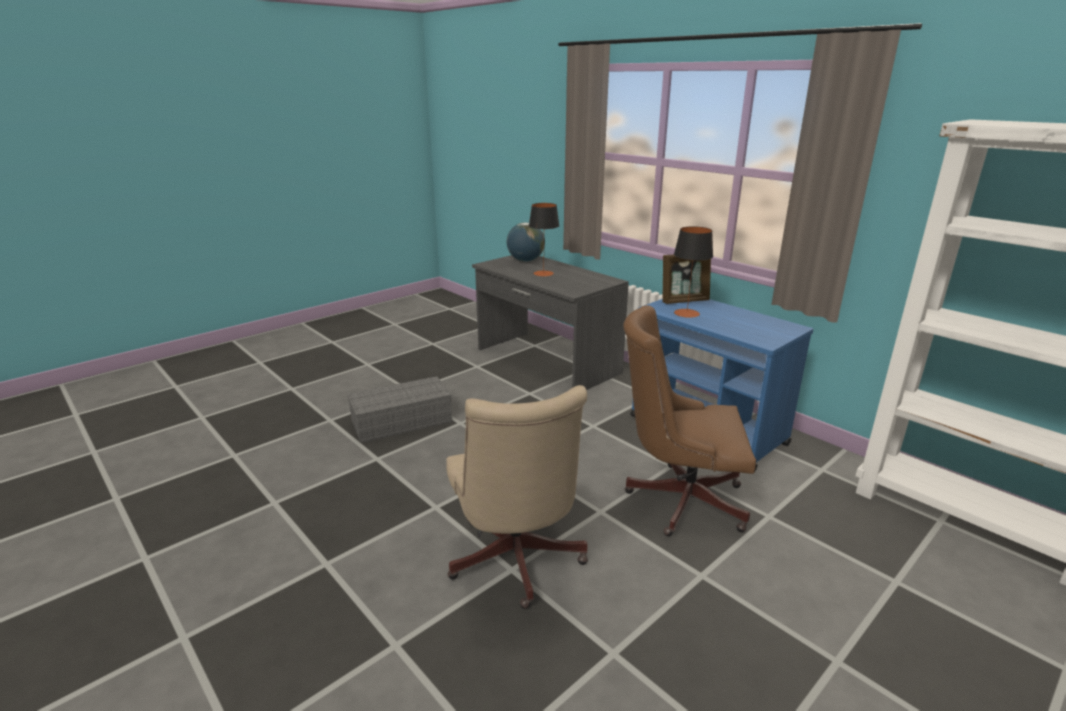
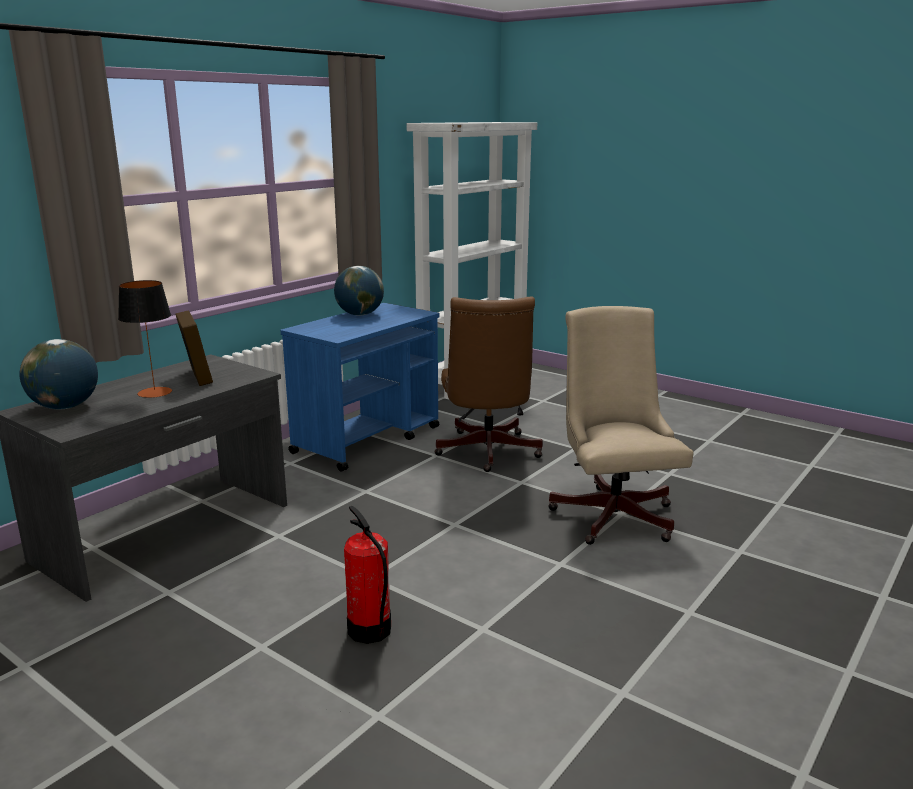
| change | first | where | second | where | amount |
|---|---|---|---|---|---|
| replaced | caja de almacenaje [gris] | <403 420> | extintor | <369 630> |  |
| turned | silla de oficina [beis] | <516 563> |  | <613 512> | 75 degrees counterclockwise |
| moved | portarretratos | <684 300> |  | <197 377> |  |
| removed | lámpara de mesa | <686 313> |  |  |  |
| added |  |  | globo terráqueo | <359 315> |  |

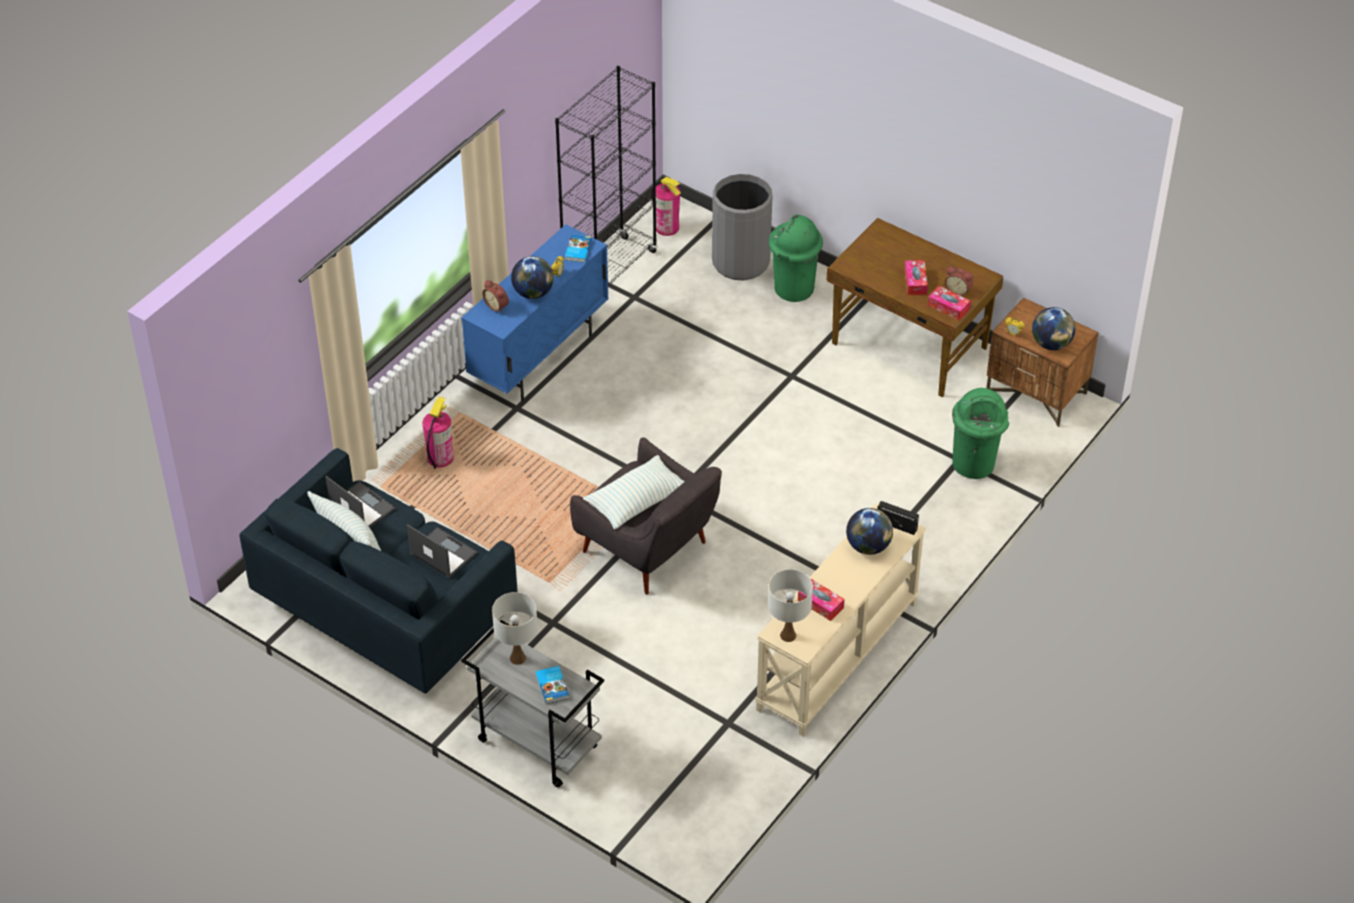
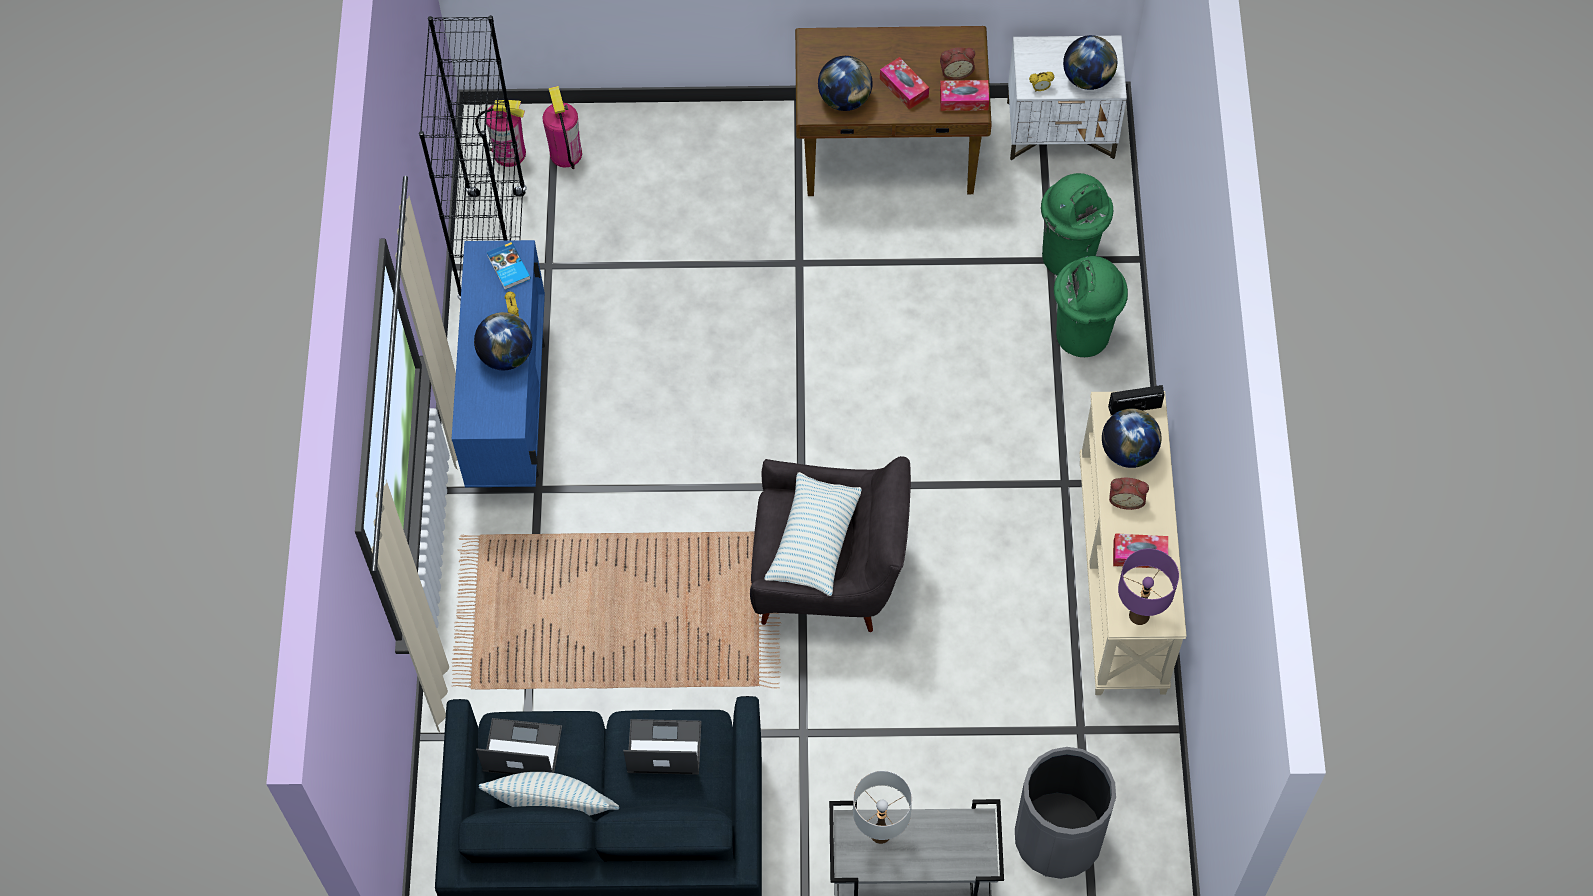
| change | first | where | second | where | amount |
|---|---|---|---|---|---|
| moved | extintor | <440 458> |  | <565 154> |  |
| moved | despertador | <497 306> |  | <1126 499> |  |
| removed | libro | <553 686> |  |  |  |
| moved | papelera [gris] | <740 261> |  | <1057 838> |  |
| recoloured | lámpara de mesa [blanco] | <787 635> | lámpara de mesa [morado] | <1138 615> |  |
| moved | papelera [verde] | <793 289> |  | <1082 336> |  |
| recoloured | mesita de noche [marrón] | <1037 393> | mesita de noche [blanco] | <1061 130> |  |
| added |  |  | globo terráqueo | <845 99> |  |

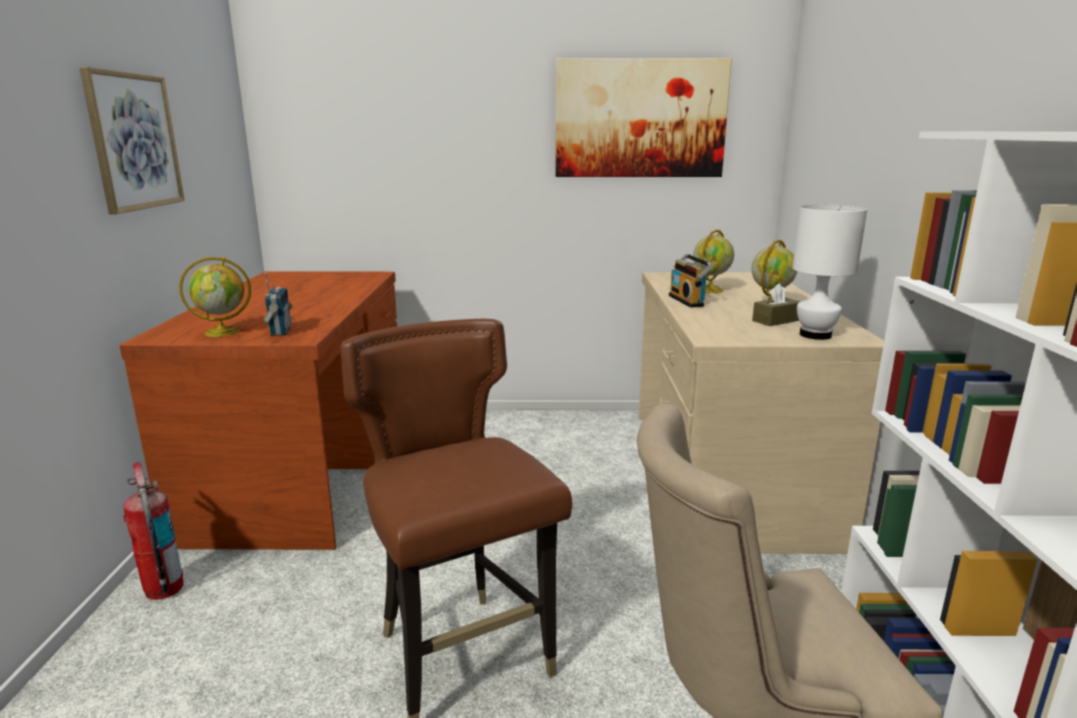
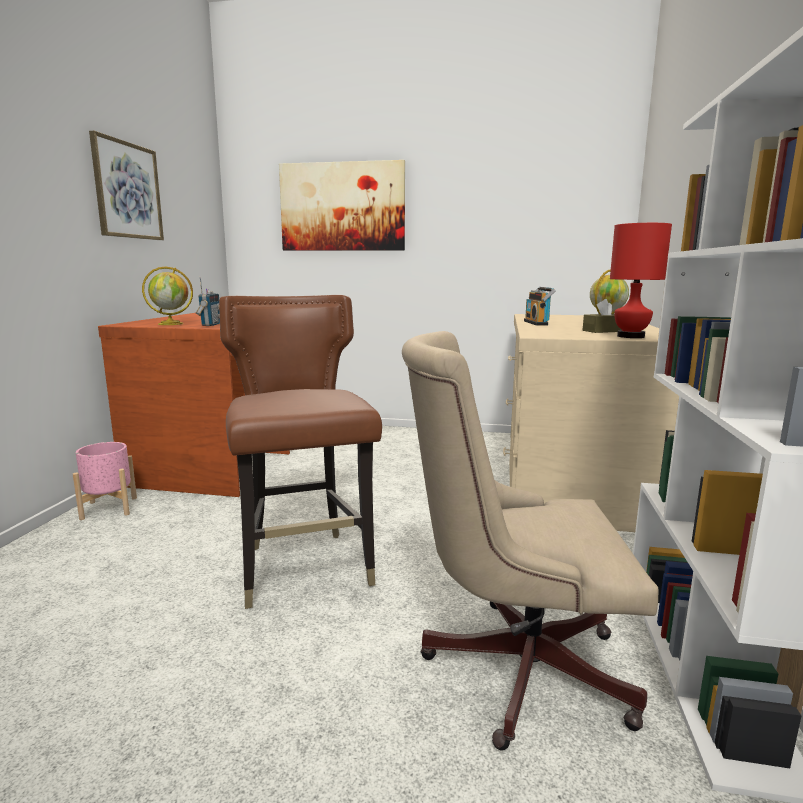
| change | first | where | second | where | amount |
|---|---|---|---|---|---|
| replaced | extintor | <163 589> | maceta [rosa] | <109 508> |  |
| moved | cuadro | <640 119> |  | <342 207> |  |
| removed | globo terráqueo | <710 290> |  |  |  |
| recoloured | lámpara de mesa [blanco] | <814 335> | lámpara de mesa [rojo] | <630 336> |  |

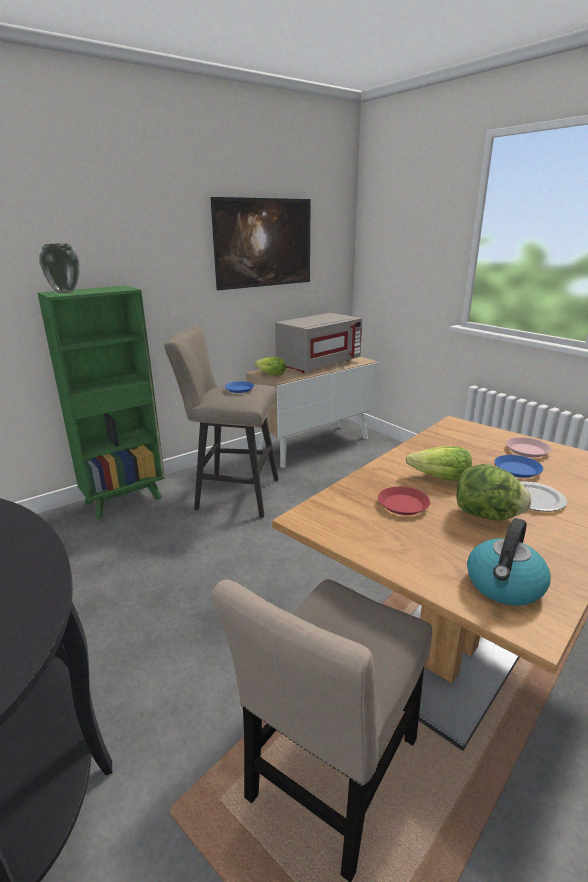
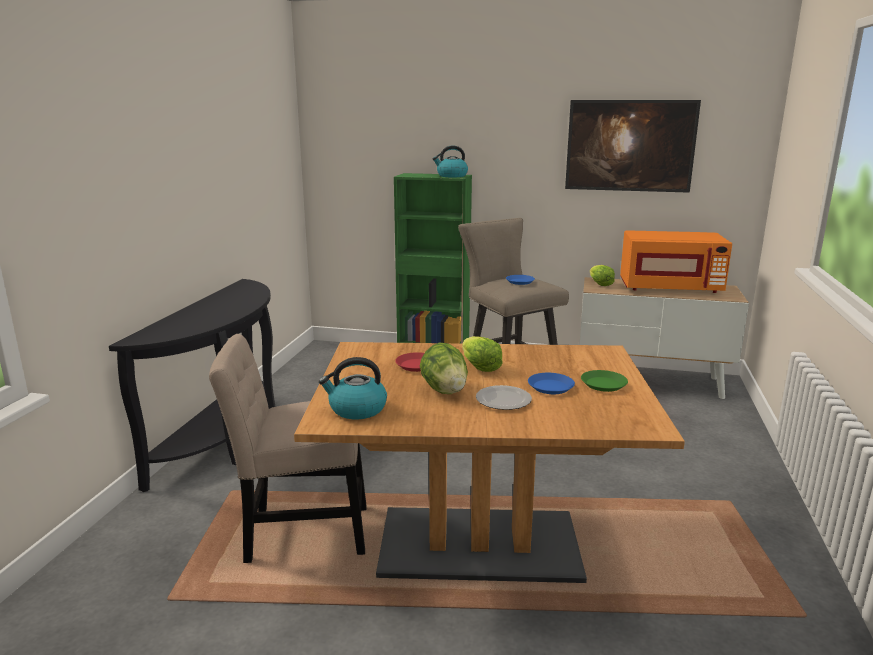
| change | first | where | second | where | amount |
|---|---|---|---|---|---|
| removed | florero | <64 292> |  |  |  |
| recoloured | microondas [gris] | <318 364> | microondas [naranja] | <670 288> |  |
| recoloured | plato [rosa] | <527 450> | plato [verde] | <604 384> |  |
| added |  |  | hervidor | <451 176> |  |

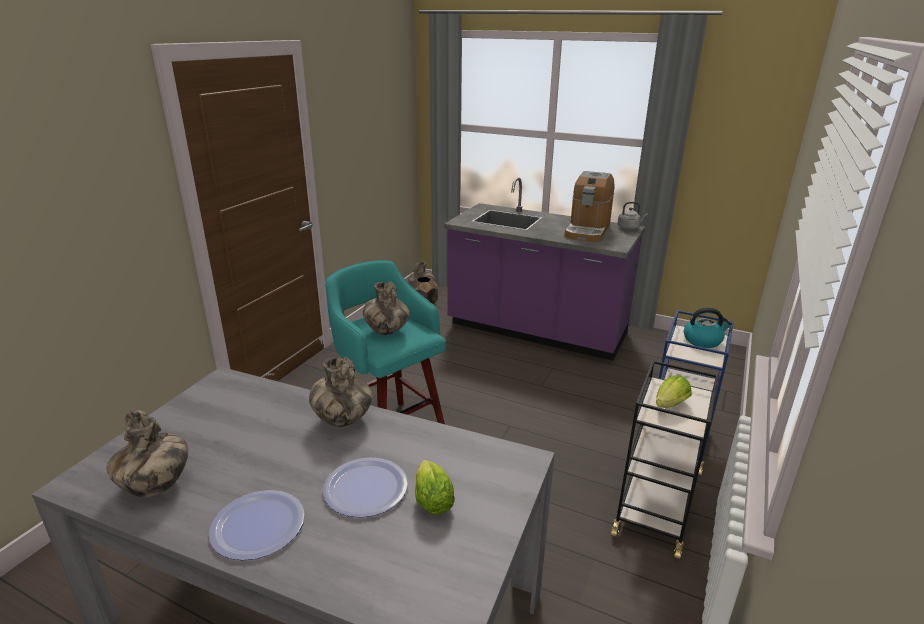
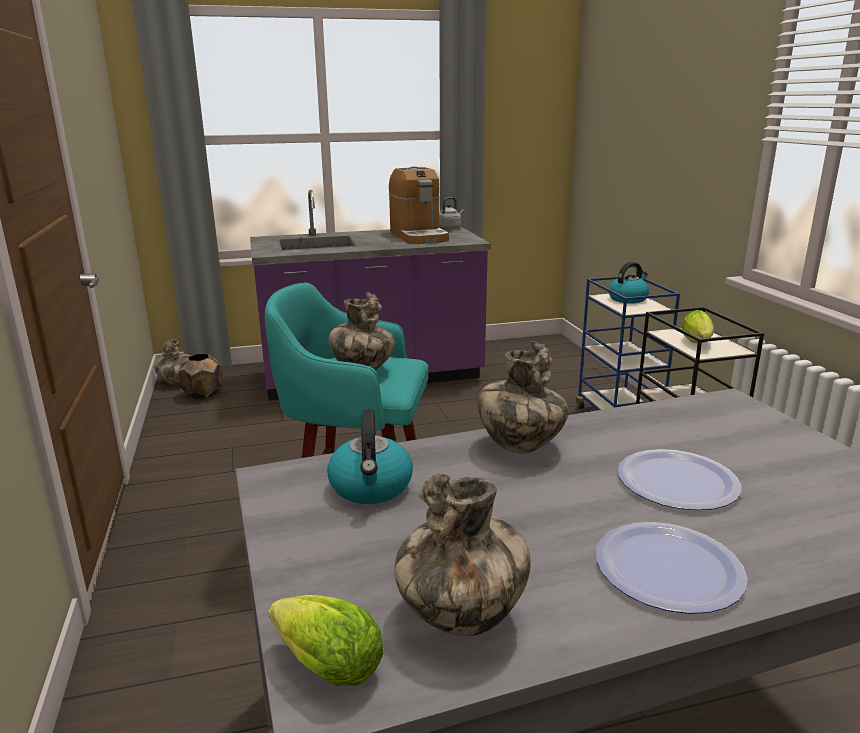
| change | first | where | second | where | amount |
|---|---|---|---|---|---|
| moved | lechuga | <432 498> |  | <323 664> |  |
| added |  |  | hervidor | <371 487> |  |

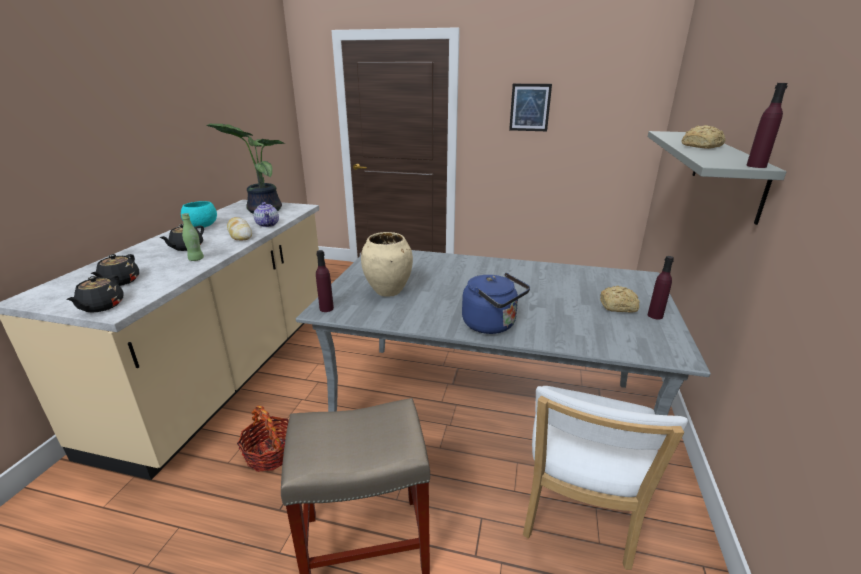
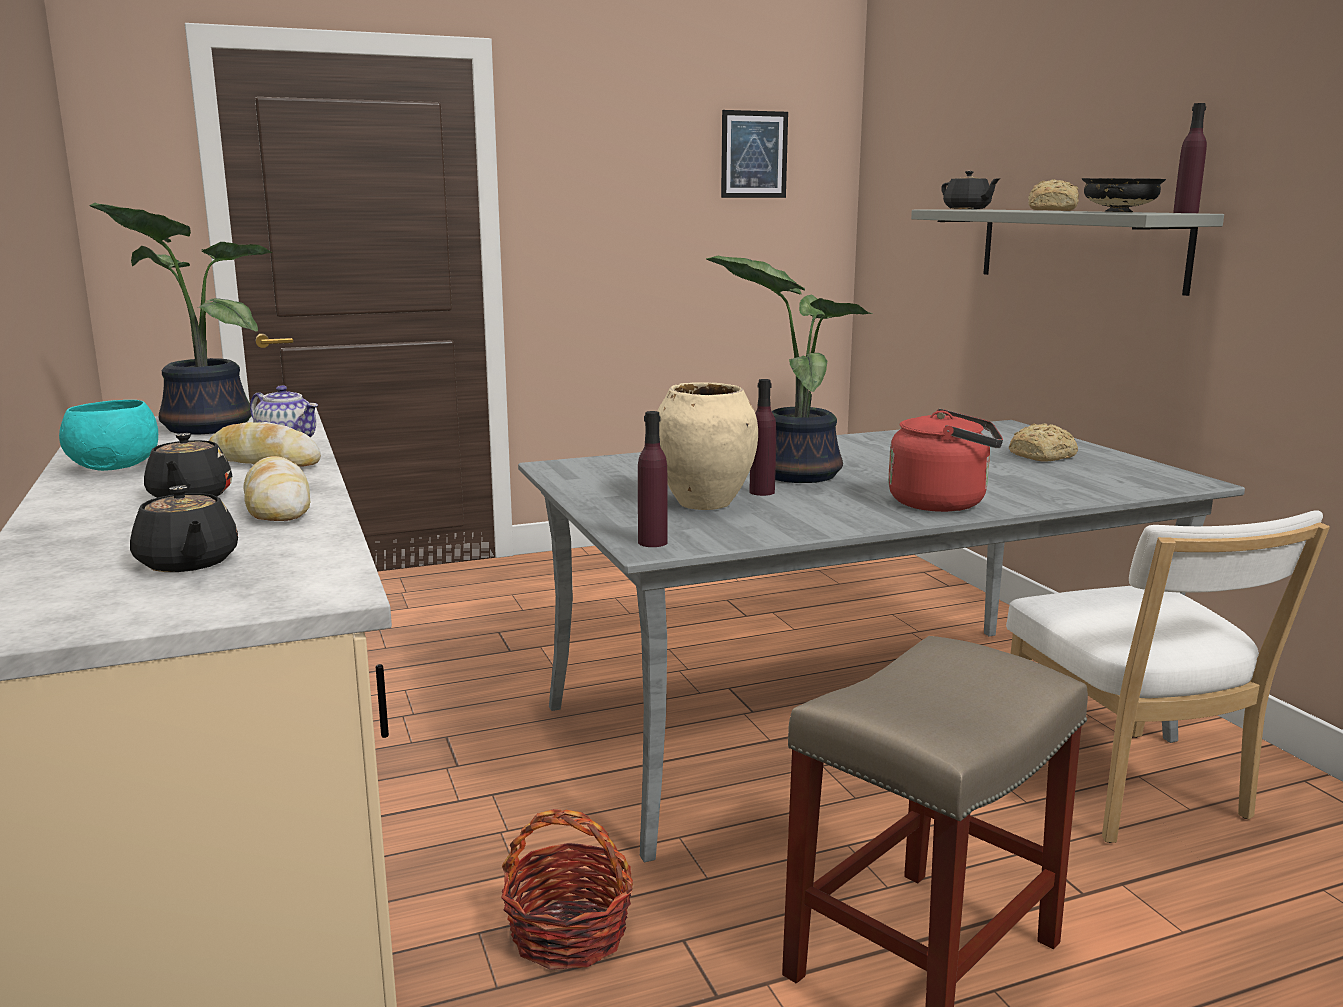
| change | first | where | second | where | amount |
|---|---|---|---|---|---|
| moved | tetera [negro] | <101 306> |  | <967 209> |  |
| replaced | botella [verde] | <196 259> | pan | <278 505> |  |
| recoloured | hervidor [azul] | <492 325> | hervidor [rojo] | <943 503> |  |
| moved | cuadro | <530 107> |  | <754 154> |  |
| moved | botella [morado] | <655 315> |  | <762 492> |  |
| added |  |  | planta en maceta | <795 473> |  |
| added |  |  | cuenco [negro] | <1119 212> |  |

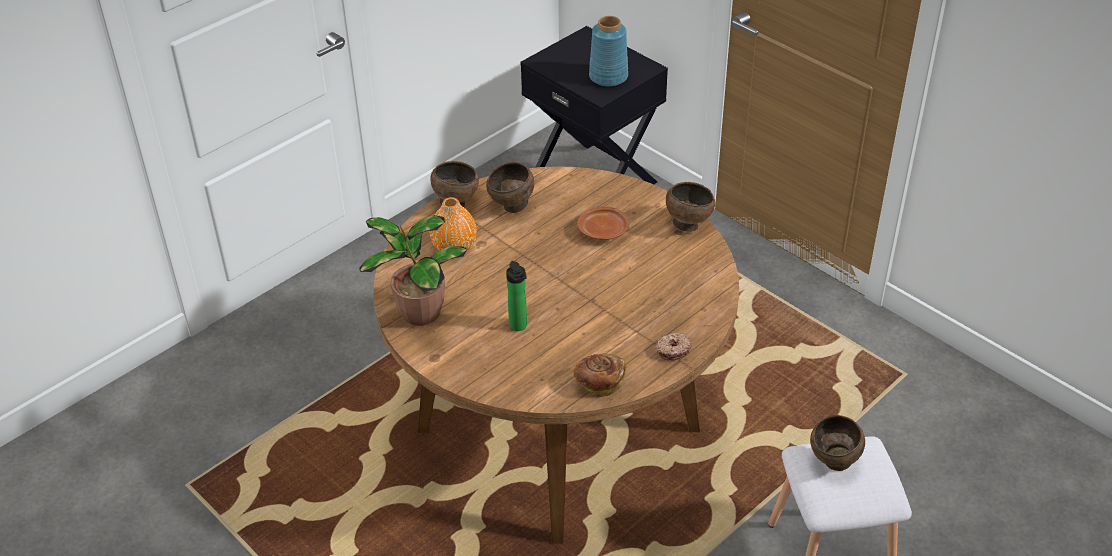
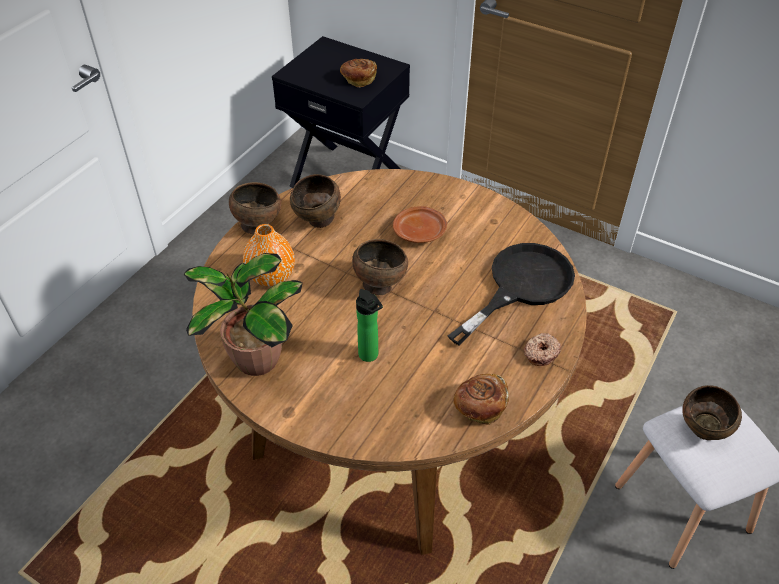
| change | first | where | second | where | amount |
|---|---|---|---|---|---|
| replaced | florero [azul] | <607 77> | pan | <358 79> |  |
| moved | cuenco [marrón] | <687 224> |  | <379 285> |  |
| added |  |  | sartén [negro] | <521 286> |  |

